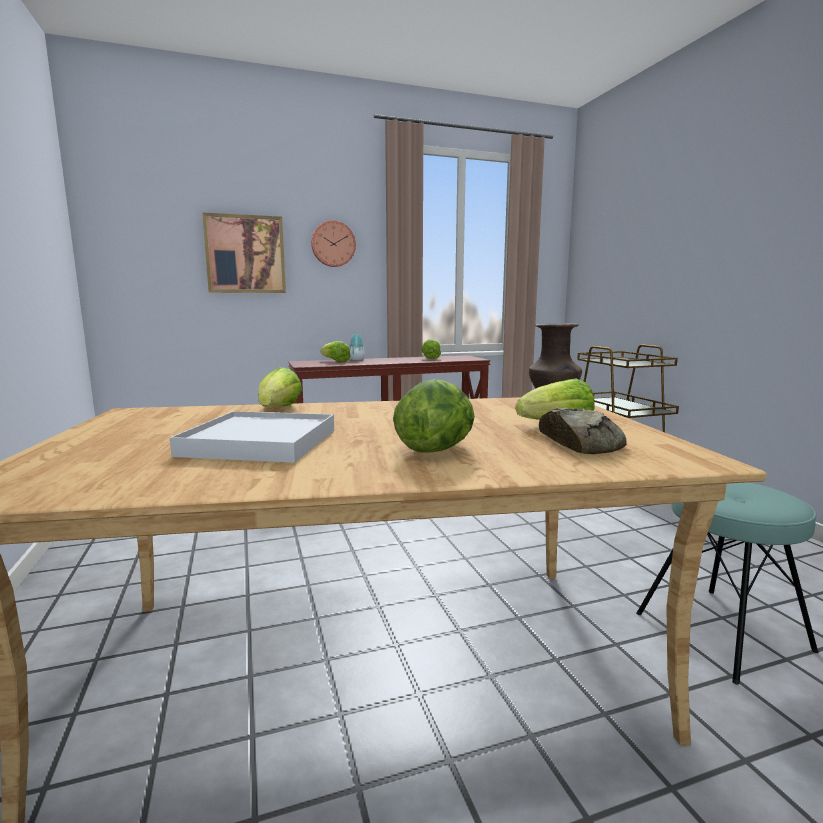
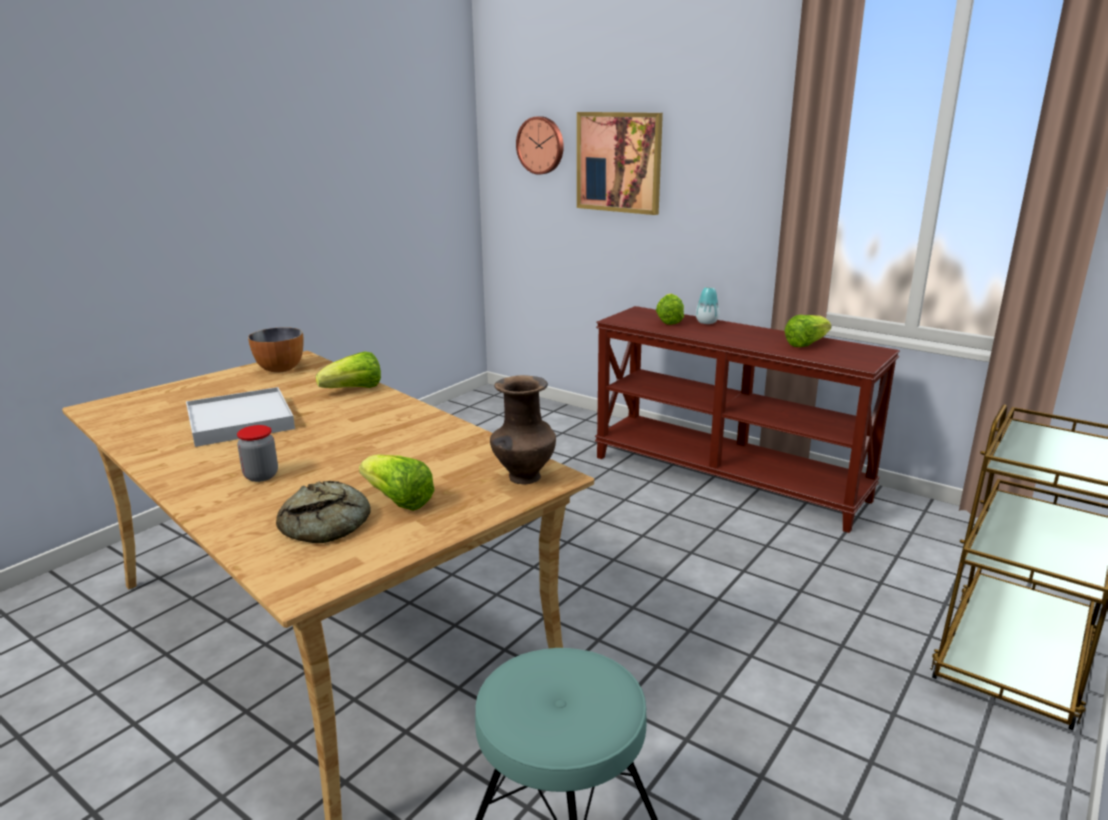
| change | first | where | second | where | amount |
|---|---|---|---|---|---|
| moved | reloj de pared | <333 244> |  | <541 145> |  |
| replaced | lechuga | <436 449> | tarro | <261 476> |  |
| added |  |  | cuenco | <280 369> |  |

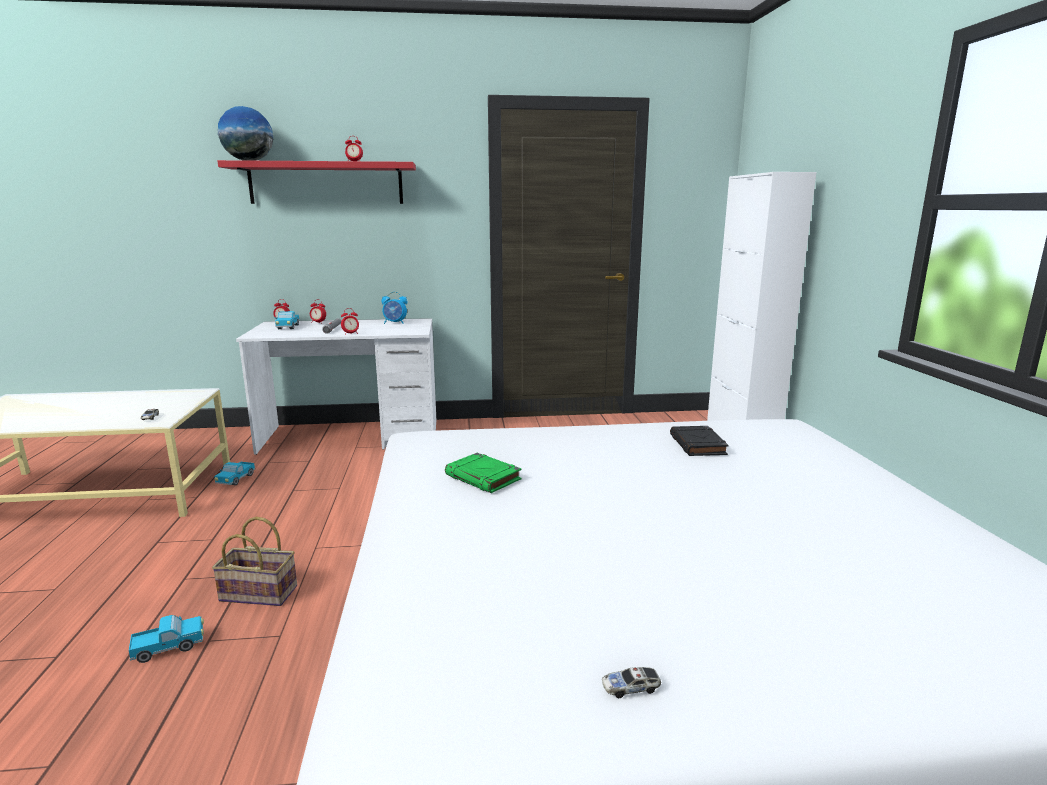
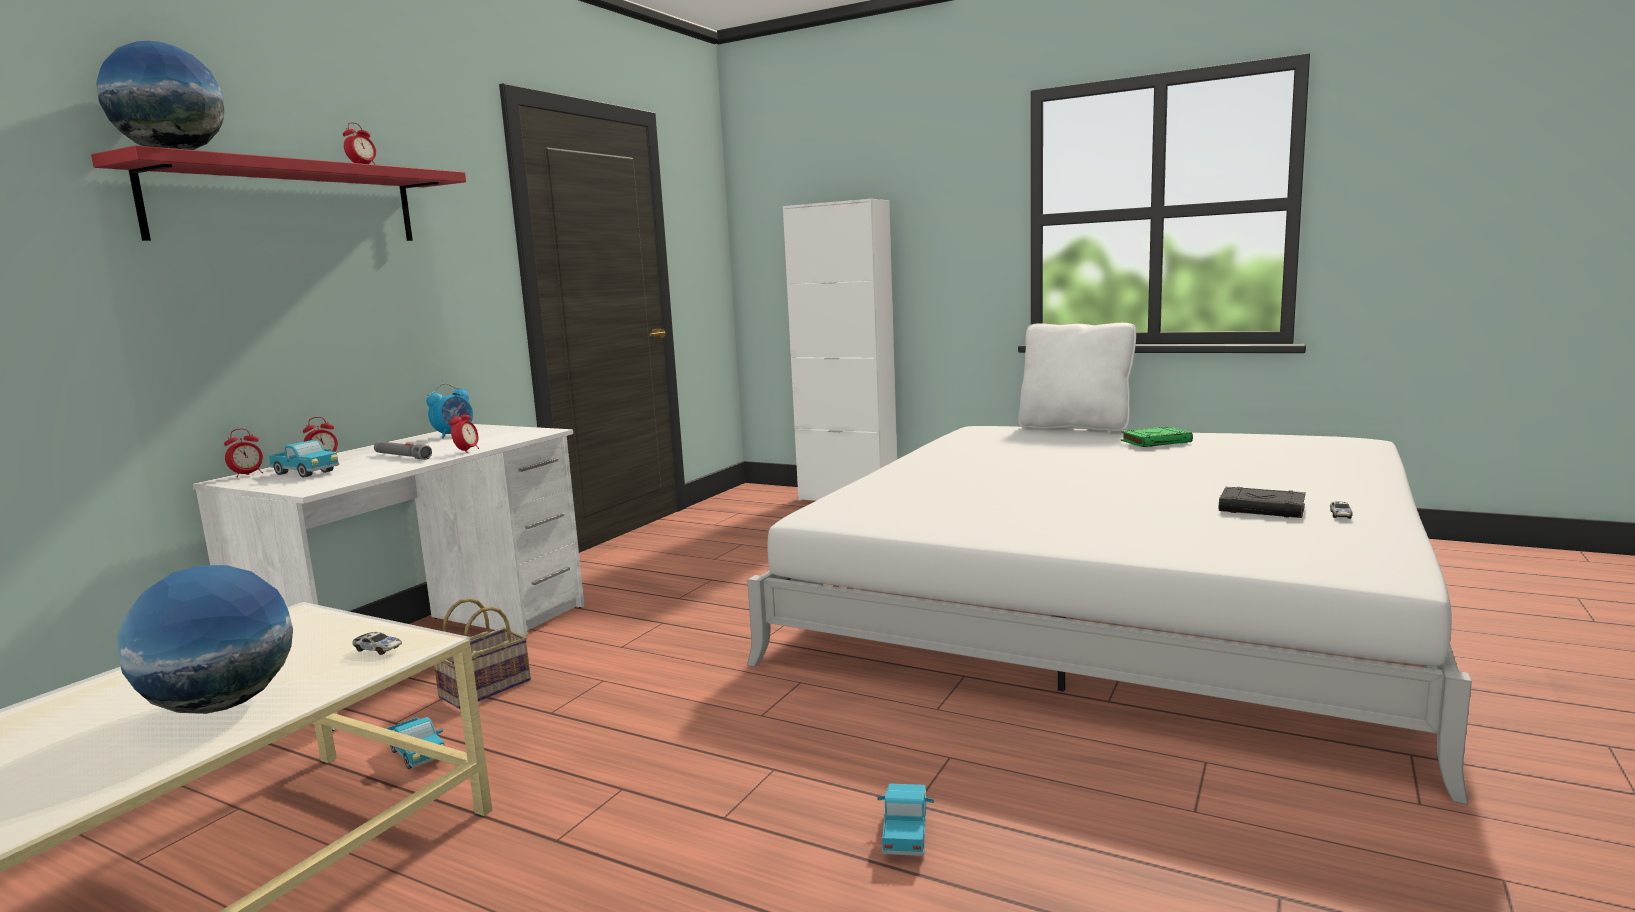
| change | first | where | second | where | amount |
|---|---|---|---|---|---|
| moved | cesta | <261 593> |  | <486 687> |  |
| moved | libro [verde] | <484 477> |  | <1156 441> |  |
| moved | libro [negro] | <698 445> |  | <1262 509> |  |
| added |  |  | globo terráqueo | <221 705> |  |
| added |  |  | cojín [blanco] | <1075 427> |  |

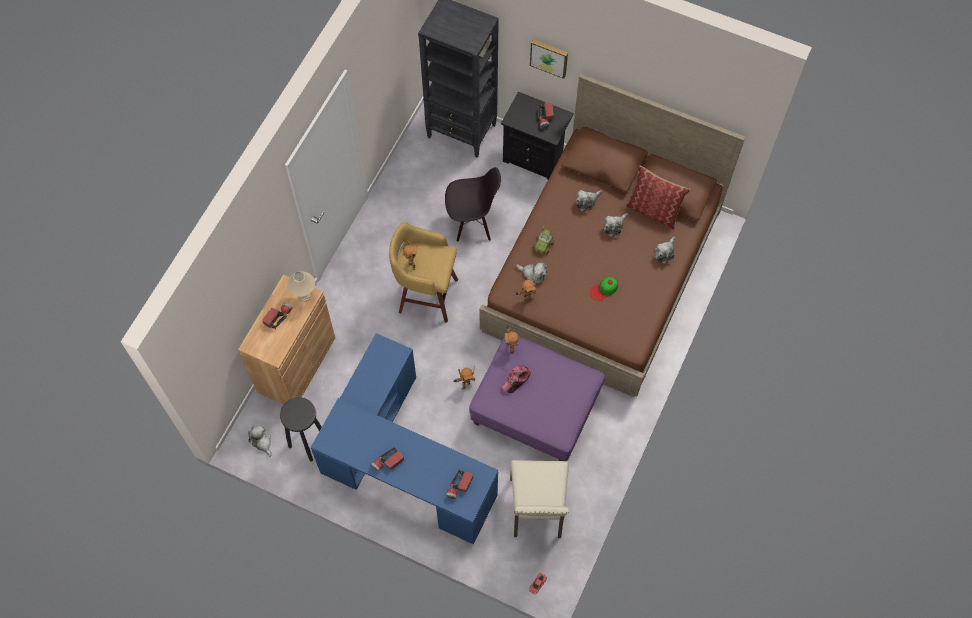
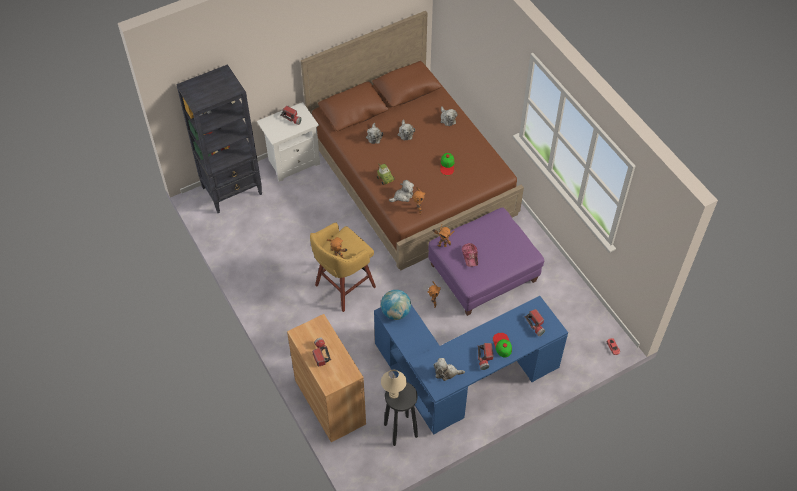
| change | first | where | second | where | amount |
|---|---|---|---|---|---|
| moved | peluche | <262 442> |  | <446 372> |  |
| moved | lámpara de mesa [beis] | <305 297> |  | <394 394> |  |
| removed | silla [negro] | <472 222> |  |  |  |
| recoloured | mesita de noche [negro] | <535 157> | mesita de noche [blanco] | <293 162> |  |
| removed | silla [beis] | <537 509> |  |  |  |
| removed | cuadro | <549 57> |  |  |  |
| removed | cojín | <654 211> |  |  |  |
| added |  |  | globo terráqueo | <396 312> |  |
| added |  |  | gorra | <502 345> |  |

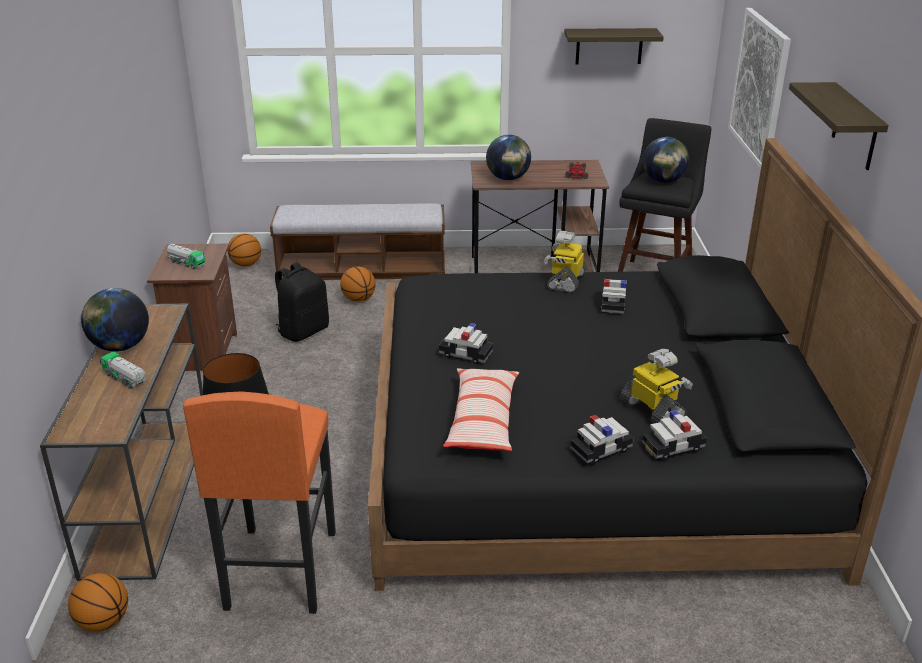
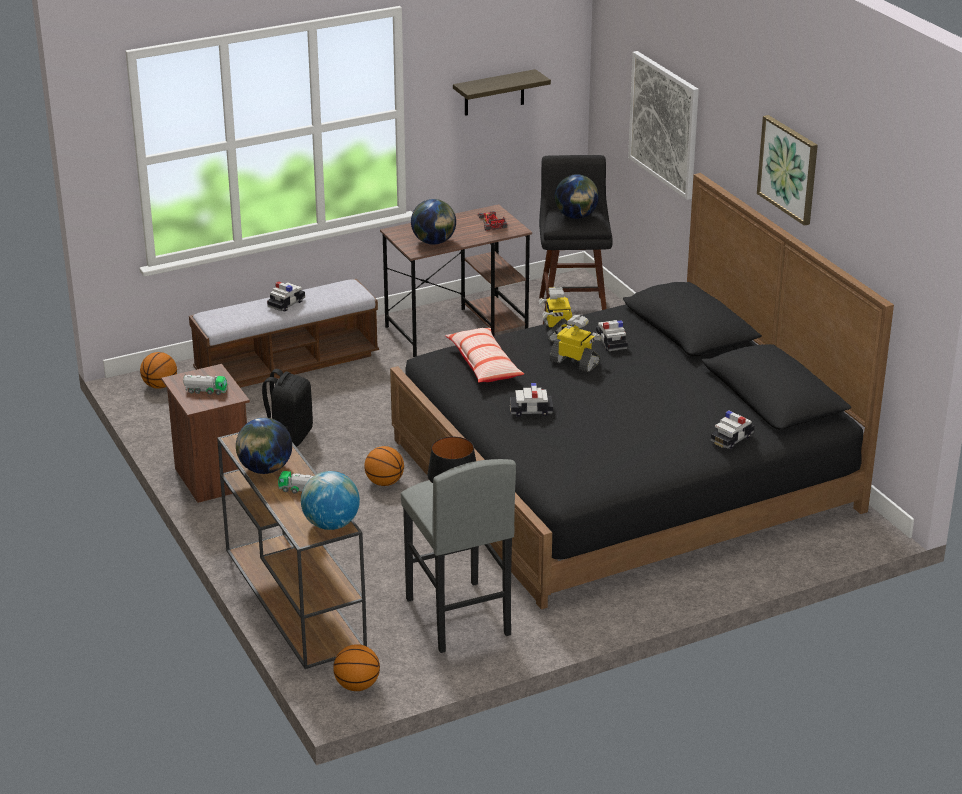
| change | first | where | second | where | amount |
|---|---|---|---|---|---|
| recoloured | taburete [naranja] | <280 570> | taburete [gris] | <457 617> |  |
| moved | balón de baloncesto | <358 299> |  | <384 482> |  |
| moved | cojín | <482 420> |  | <484 365> |  |
| moved | coche de juguete | <601 449> |  | <286 303> |  |
| moved | robot de juguete | <653 410> |  | <575 362> |  |
| replaced | estante | <855 127> | cuadro | <789 169> |  |
| added |  |  | globo terráqueo | <331 524> |  |

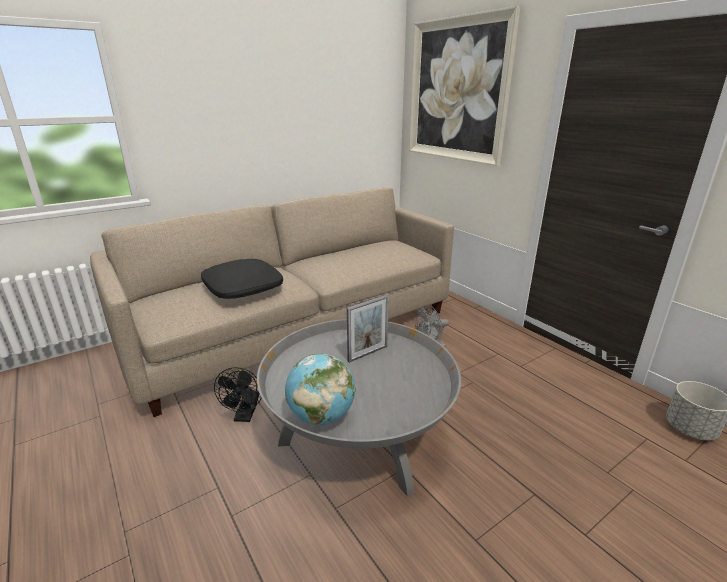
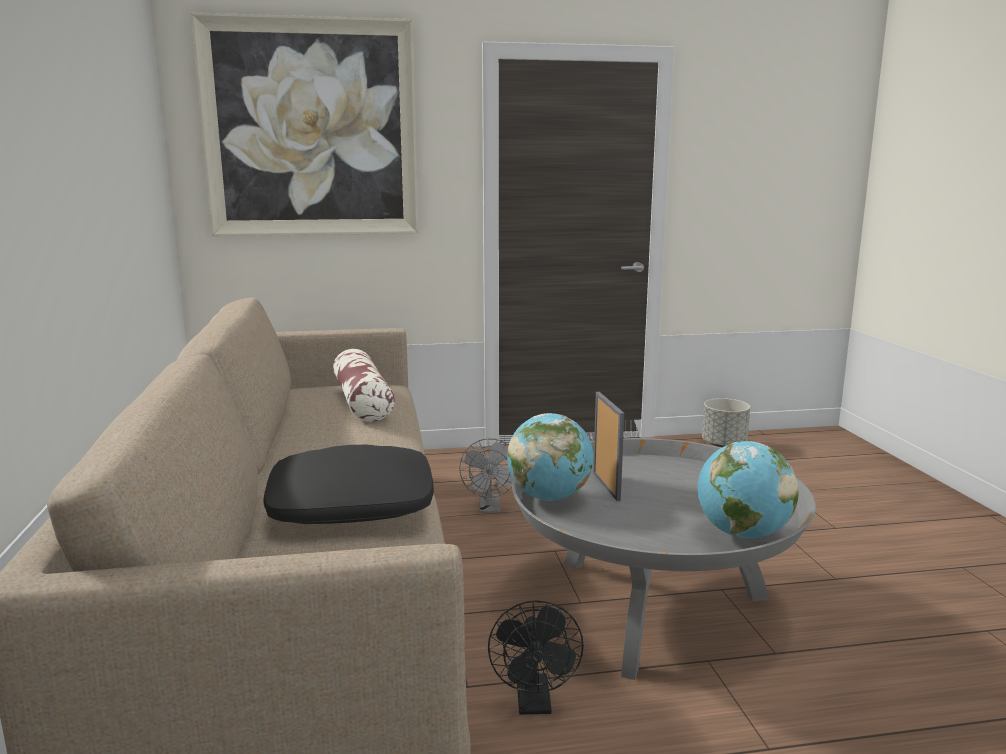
| change | first | where | second | where | amount |
|---|---|---|---|---|---|
| turned | ventilador [negro] | <245 416> |  | <535 704> | 60 degrees clockwise |
| added |  |  | cojín | <362 401> |  |
| added |  |  | globo terráqueo | <549 497> |  |

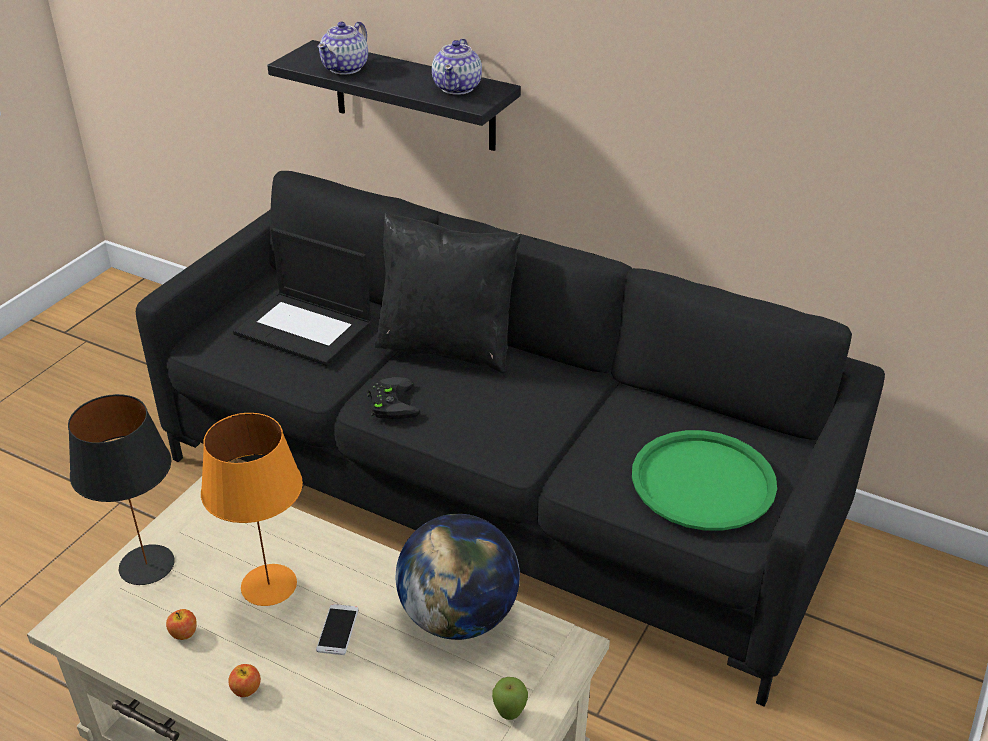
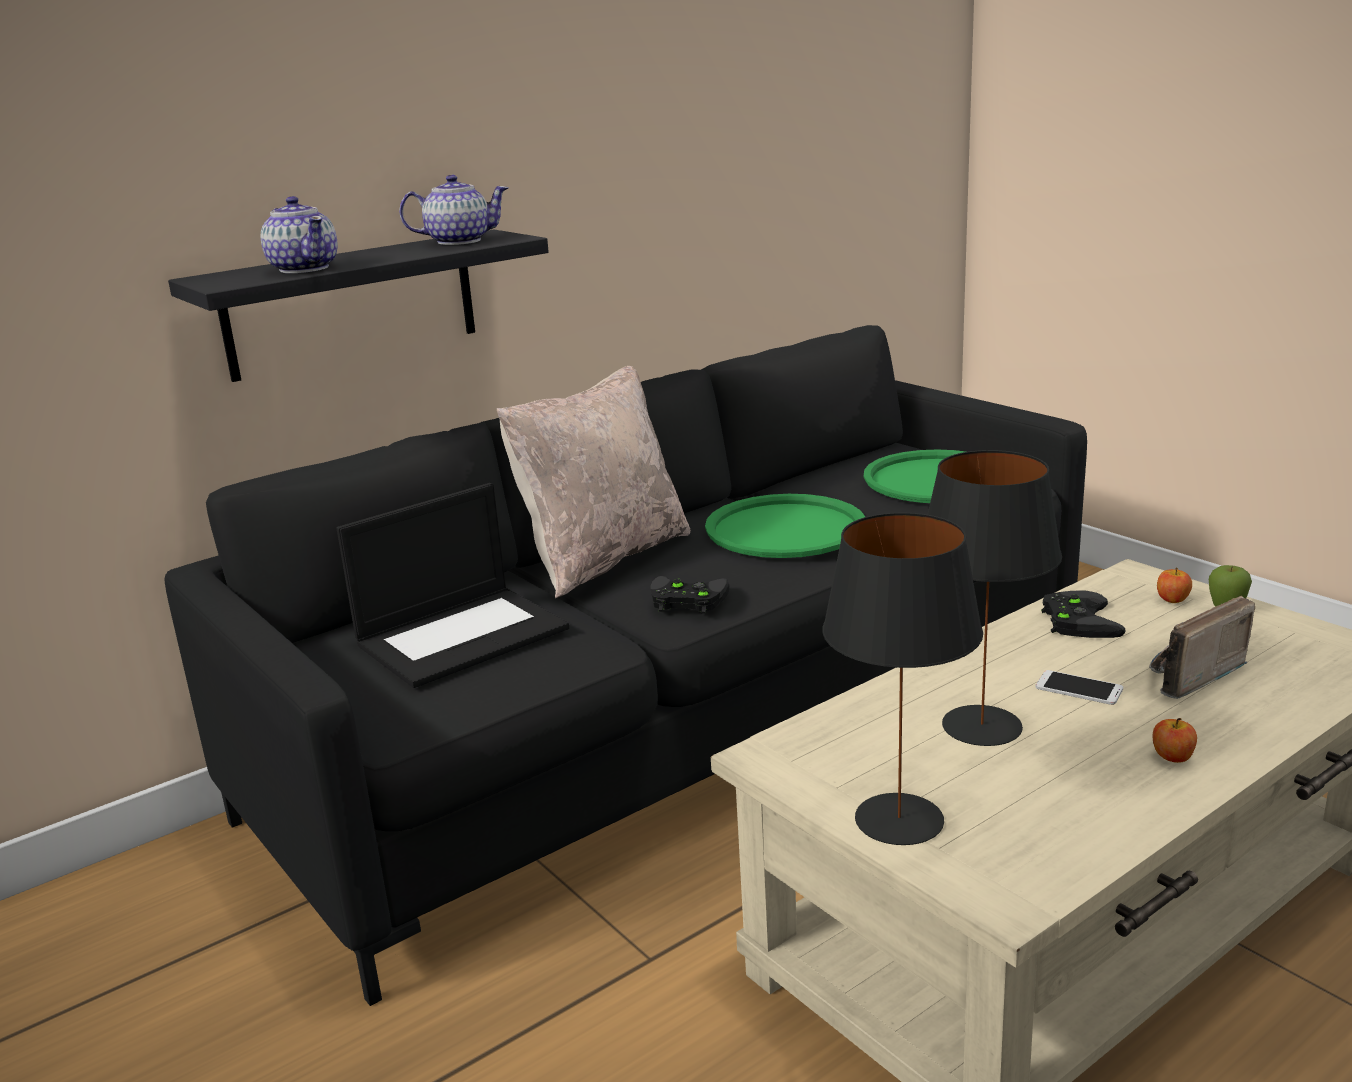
| change | first | where | second | where | amount |
|---|---|---|---|---|---|
| moved | manzana | <183 633> |  | <1172 599> |  |
| recoloured | lámpara de mesa [naranja] | <269 585> | lámpara de mesa [negro] | <983 725> |  |
| recoloured | cojín [negro] | <447 346> | cojín [beis] | <602 558> |  |
| replaced | globo terráqueo | <459 617> | mando de consola [negro] | <1076 620> |  |
| turned | tetera | <458 87> |  | <458 241> | 45 degrees counterclockwise |
| added |  |  | bandeja [verde] | <785 528> |  |
| added |  |  | radio | <1186 676> |  |

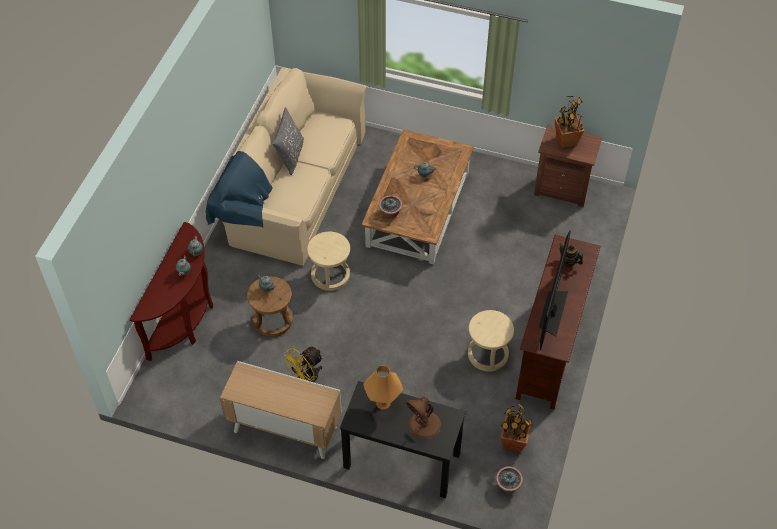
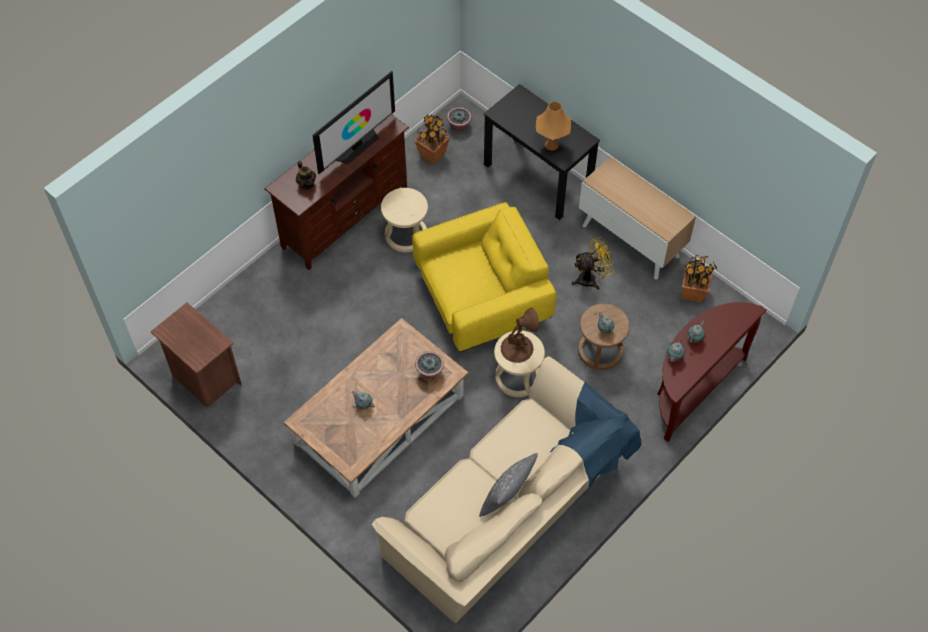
| change | first | where | second | where | amount |
|---|---|---|---|---|---|
| moved | lámpara de mesa [marrón] | <424 425> |  | <517 348> |  |
| moved | planta en maceta | <566 141> |  | <693 293> |  |
| added |  |  | sillón [amarillo] | <482 298> |  |

